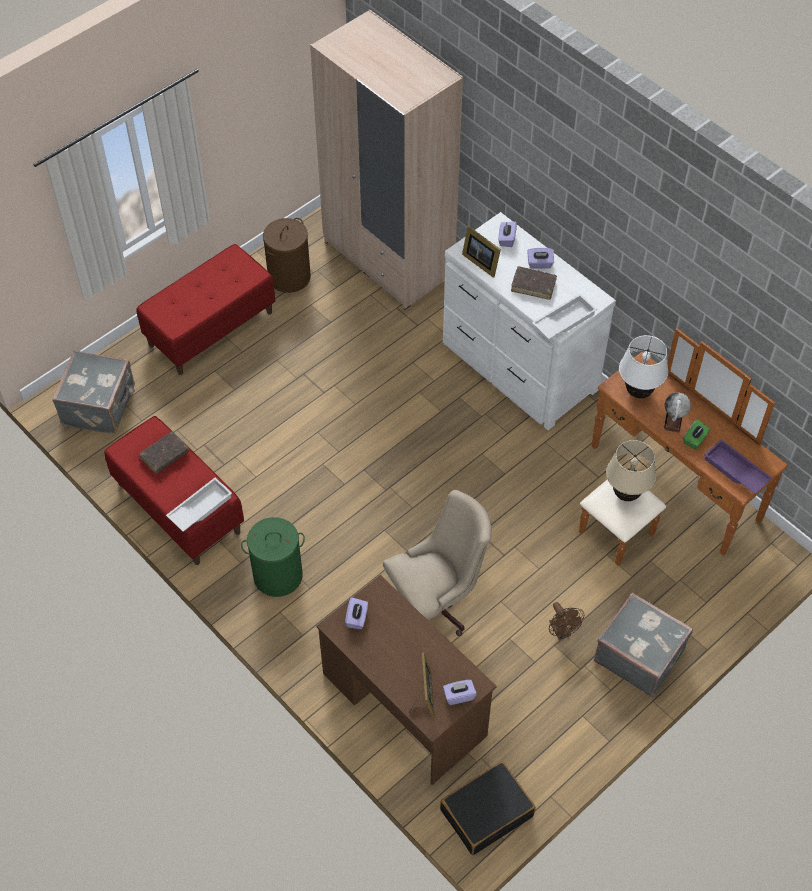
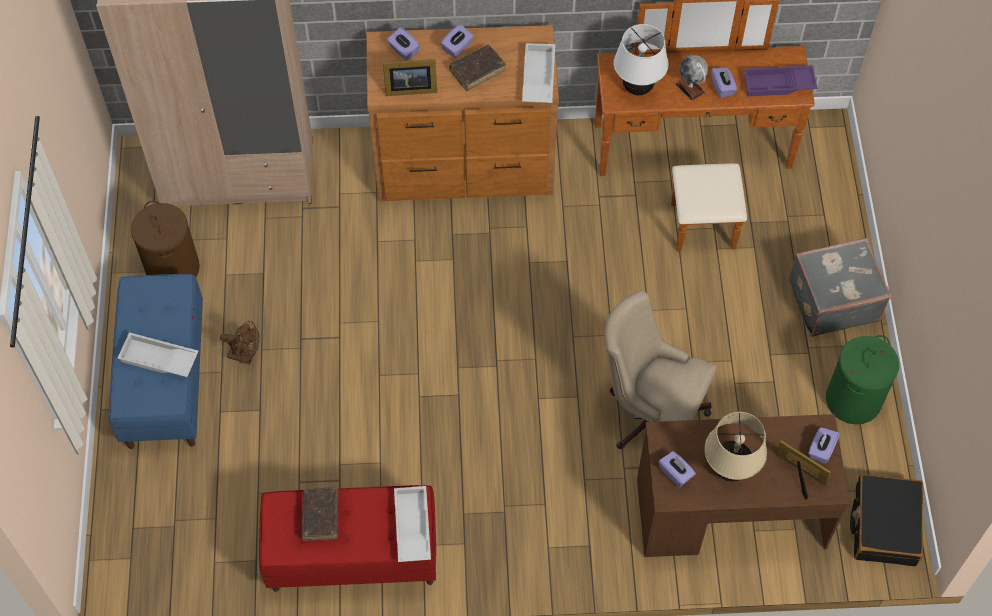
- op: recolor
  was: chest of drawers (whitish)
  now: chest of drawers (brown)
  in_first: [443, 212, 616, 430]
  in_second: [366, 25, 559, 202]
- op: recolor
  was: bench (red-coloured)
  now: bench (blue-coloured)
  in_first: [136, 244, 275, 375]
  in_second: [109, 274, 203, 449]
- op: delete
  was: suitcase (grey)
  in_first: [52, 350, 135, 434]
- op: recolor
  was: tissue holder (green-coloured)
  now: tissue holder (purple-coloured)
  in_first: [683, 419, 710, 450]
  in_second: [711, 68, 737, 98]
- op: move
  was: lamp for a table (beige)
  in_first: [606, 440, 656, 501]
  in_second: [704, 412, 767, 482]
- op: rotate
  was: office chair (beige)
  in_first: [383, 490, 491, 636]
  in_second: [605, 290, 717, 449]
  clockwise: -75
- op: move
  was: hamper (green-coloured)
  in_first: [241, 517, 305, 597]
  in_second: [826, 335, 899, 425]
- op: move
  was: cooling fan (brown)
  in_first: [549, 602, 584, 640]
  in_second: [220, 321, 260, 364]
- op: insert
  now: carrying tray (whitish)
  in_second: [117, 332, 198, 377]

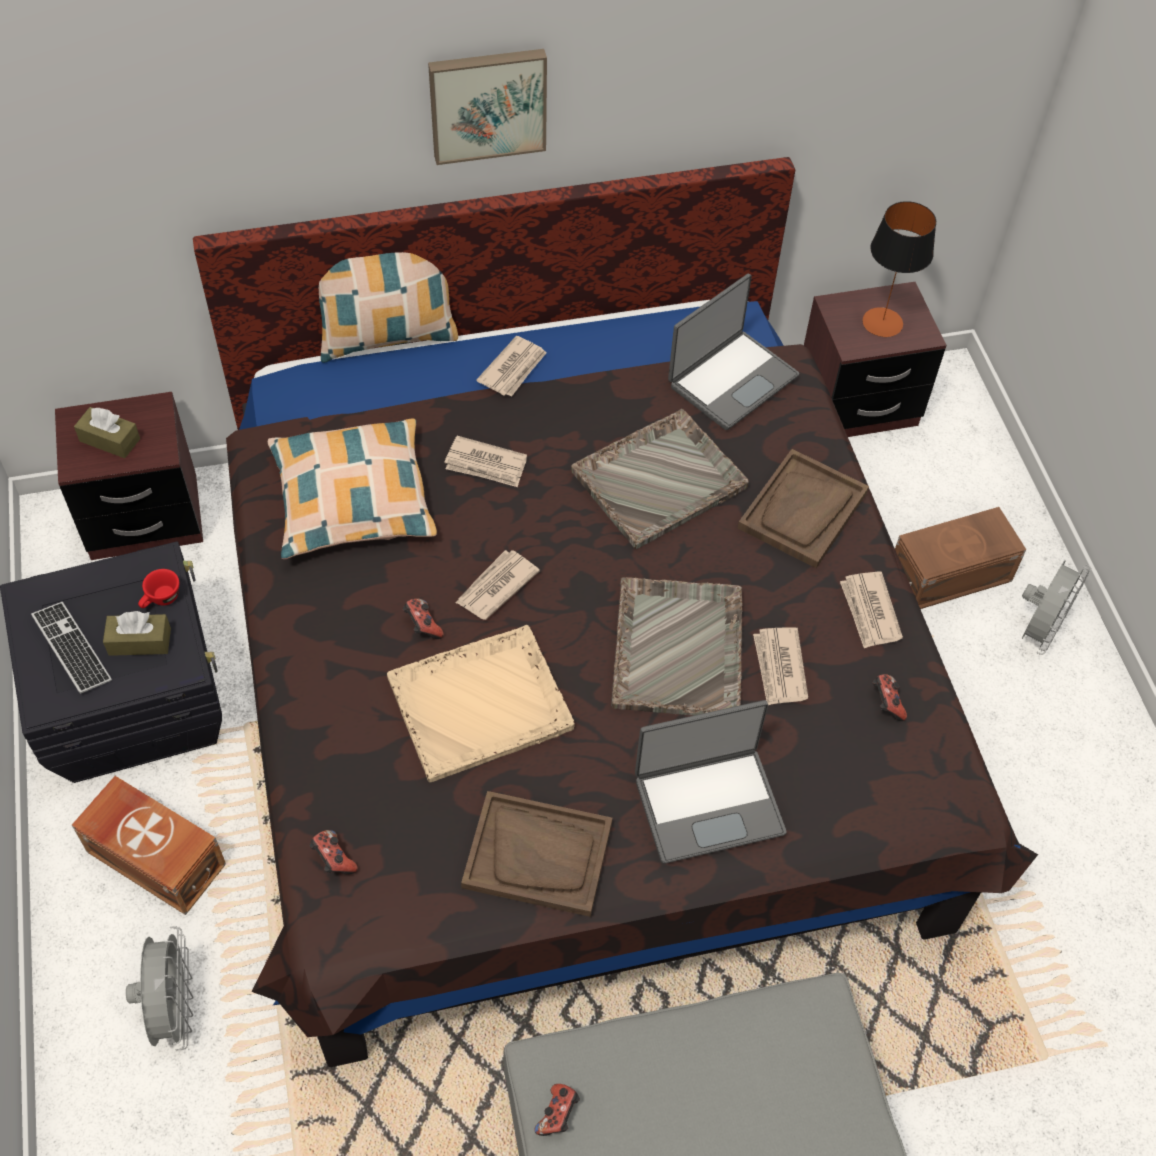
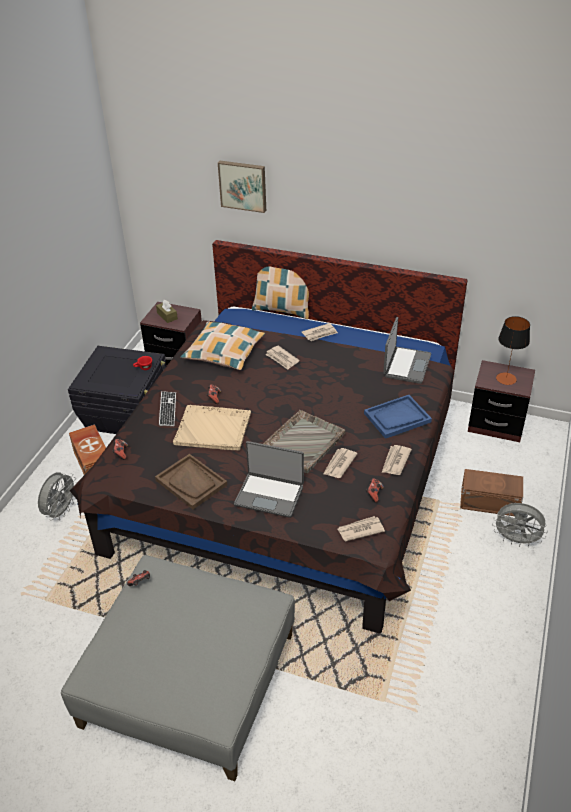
- op: move
  was: picture
  in_first: [428, 49, 547, 165]
  in_second: [218, 161, 266, 213]
- op: rotate
  was: notebook computer
  in_first: [668, 274, 799, 430]
  in_second: [383, 317, 431, 384]
  clockwise: -60
- op: delete
  was: carrying tray (grey)
  in_first: [571, 409, 749, 549]
- op: recolor
  was: carrying tray (brown)
  now: carrying tray (blue-coloured)
  in_first: [738, 449, 869, 568]
  in_second: [364, 395, 432, 439]
- op: move
  was: daily paper
  in_first: [456, 550, 540, 620]
  in_second: [338, 516, 385, 541]
- op: rotate
  was: cooling fan (grey)
  in_first: [1022, 560, 1091, 655]
  in_second: [492, 503, 548, 547]
  clockwise: 45
- op: move
  was: keyboard
  in_first: [31, 602, 112, 694]
  in_second: [159, 391, 176, 426]
- op: delete
  was: tissue holder (brown)
  in_first: [103, 611, 171, 656]

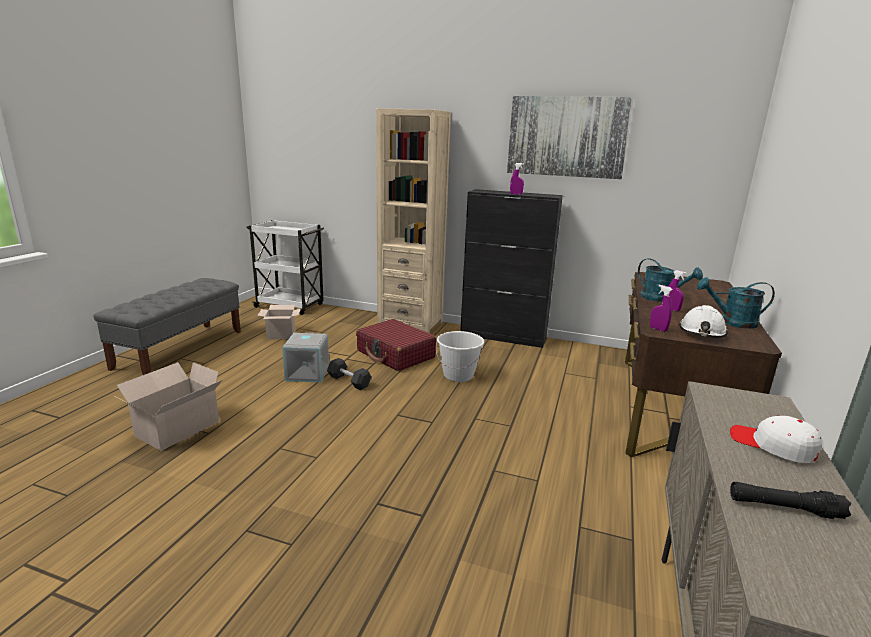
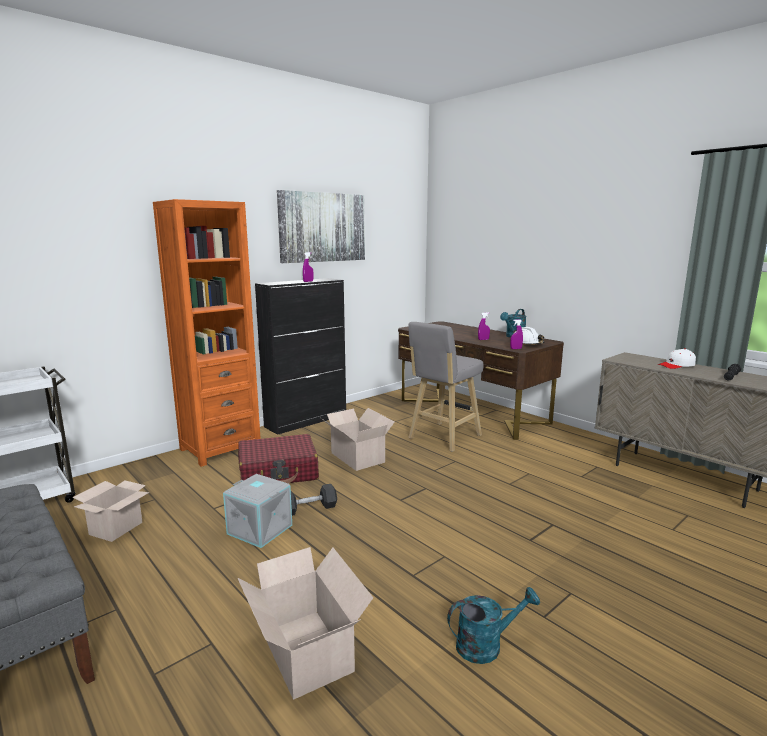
- op: recolor
  was: bookshelf (beige)
  now: bookshelf (orange)
  in_first: [376, 108, 451, 333]
  in_second: [153, 199, 261, 467]
- op: move
  was: sprinkling can (blue-green)
  in_first: [638, 258, 703, 302]
  in_second: [447, 587, 540, 664]
- op: replace
  was: water bucket (whitish)
  now: packing box
  in_first: [436, 331, 484, 382]
  in_second: [321, 408, 395, 471]
- op: insert
  now: stool (grey)
  in_second: [408, 322, 483, 452]

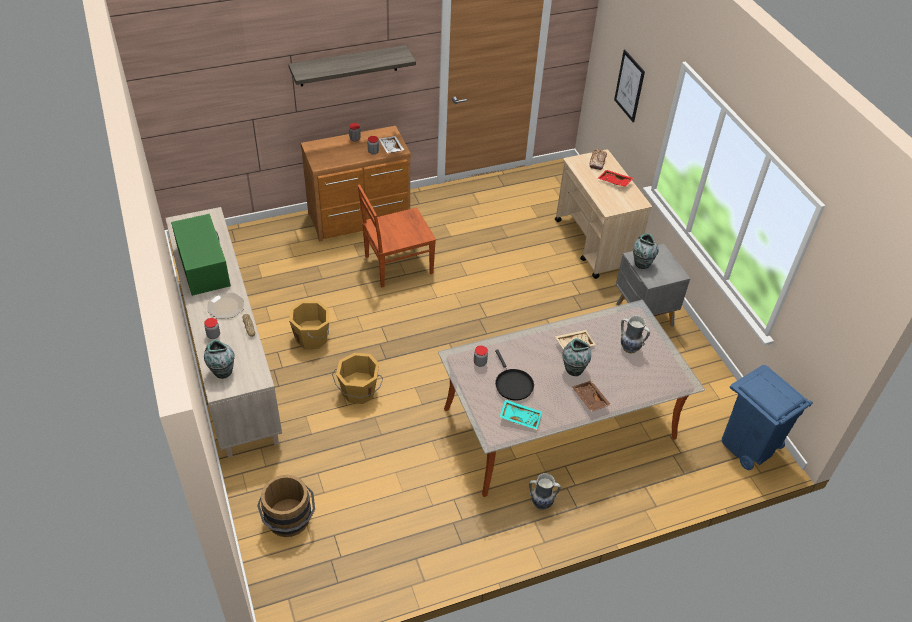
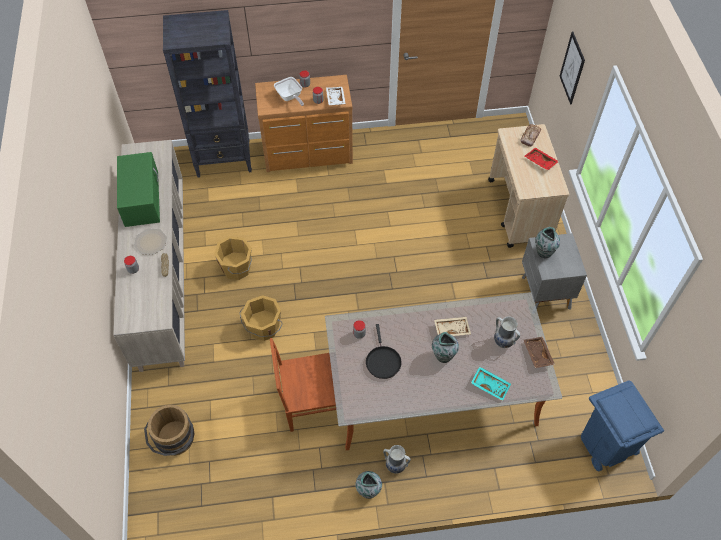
- op: delete
  was: bracket shelf
  in_first: [288, 45, 416, 86]
- op: move
  was: chair (brown)
  in_first: [358, 184, 436, 288]
  in_second: [270, 338, 336, 432]
- op: move
  was: vase
  in_first: [204, 339, 235, 379]
  in_second: [356, 471, 382, 499]
- op: move
  was: carrying tray (brown)
  in_first: [572, 381, 611, 412]
  in_second: [524, 337, 555, 368]
- op: move
  was: carrying tray (blue-green)
  in_first: [499, 399, 542, 430]
  in_second: [471, 366, 511, 401]
- op: insert
  now: bookshelf (blackish)
  in_second: [163, 10, 252, 178]
- op: insert
  now: pan
  in_second: [274, 77, 304, 106]

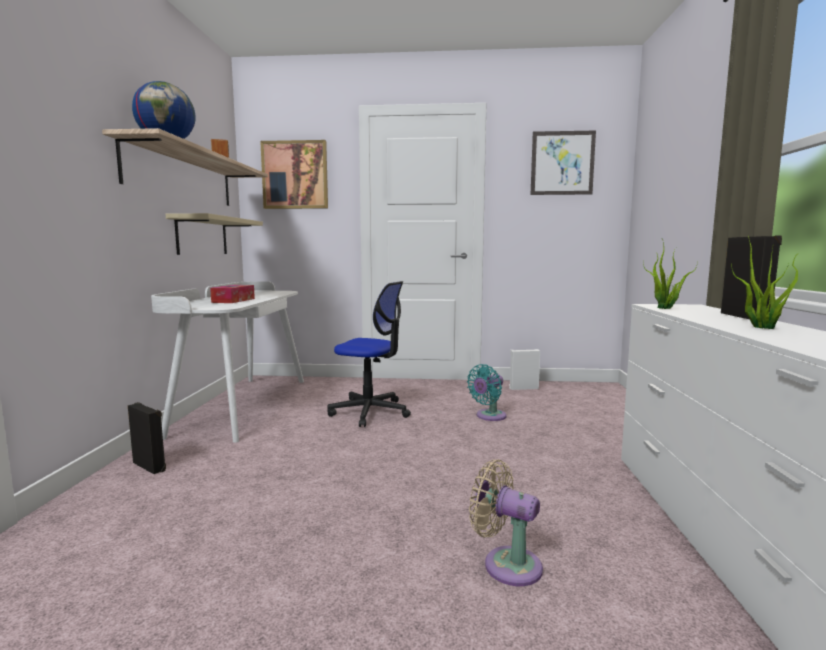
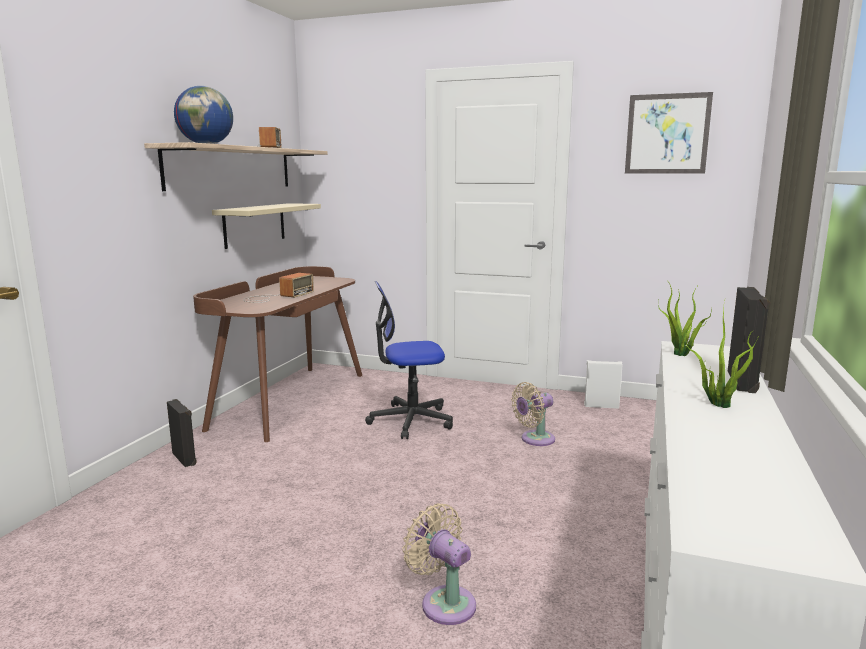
- op: delete
  was: picture
  in_first: [260, 140, 328, 209]
- op: recolor
  was: desk unit (whitish)
  now: desk unit (brown)
  in_first: [151, 281, 304, 443]
  in_second: [193, 266, 362, 442]
- op: rotate
  was: office chair
  in_first: [327, 281, 411, 427]
  in_second: [365, 281, 453, 439]
  clockwise: 135
- op: replace
  was: tissue holder
  now: radio set
  in_first: [210, 285, 255, 303]
  in_second: [243, 273, 314, 303]
- op: recolor
  was: cooling fan (blue-green)
  now: cooling fan (beige)
  in_first: [467, 364, 506, 421]
  in_second: [511, 382, 555, 446]

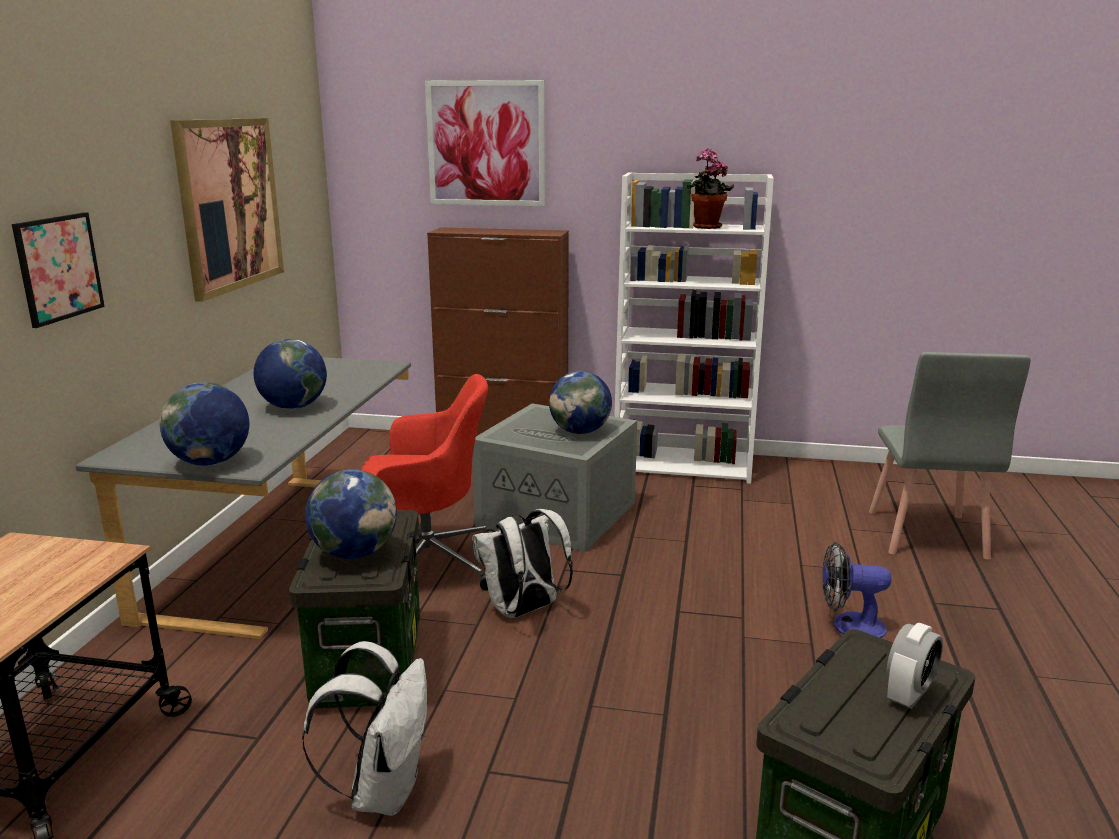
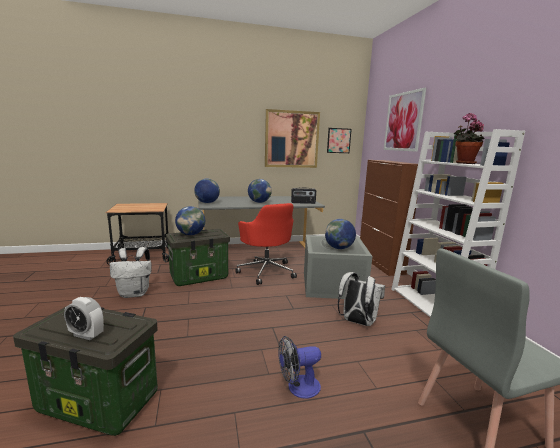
- op: move
  was: picture
  in_first: [12, 212, 105, 328]
  in_second: [327, 128, 352, 153]
- op: move
  was: rucksack (whitish)
  in_first: [472, 509, 573, 618]
  in_second: [338, 272, 385, 326]
- op: rotate
  was: cooling fan
  in_first: [822, 542, 891, 638]
  in_second: [278, 336, 321, 399]
  clockwise: -90
- op: insert
  now: radio set
  in_second: [291, 187, 316, 204]

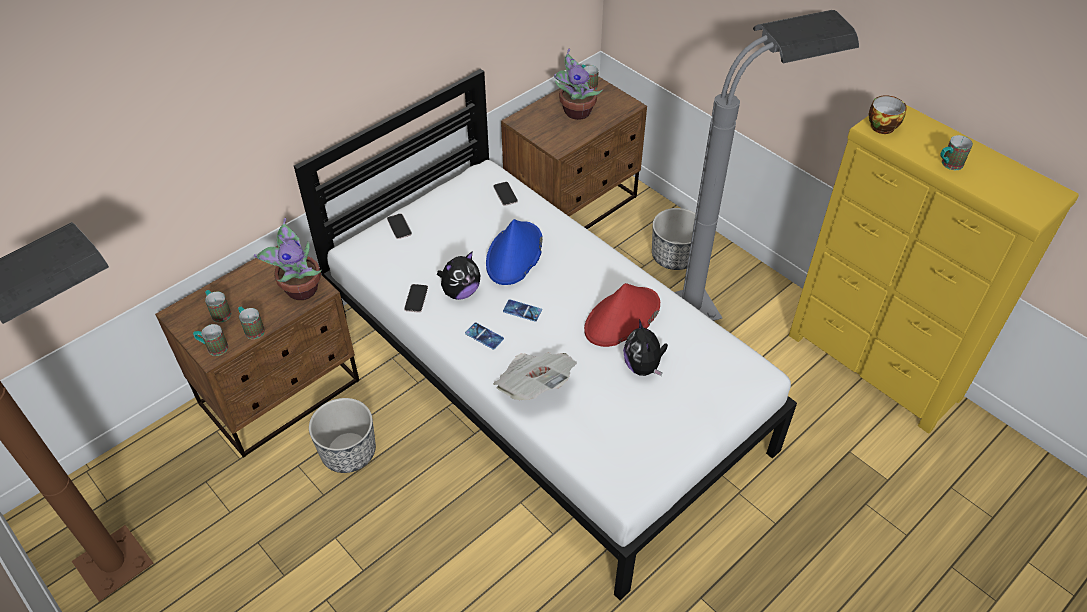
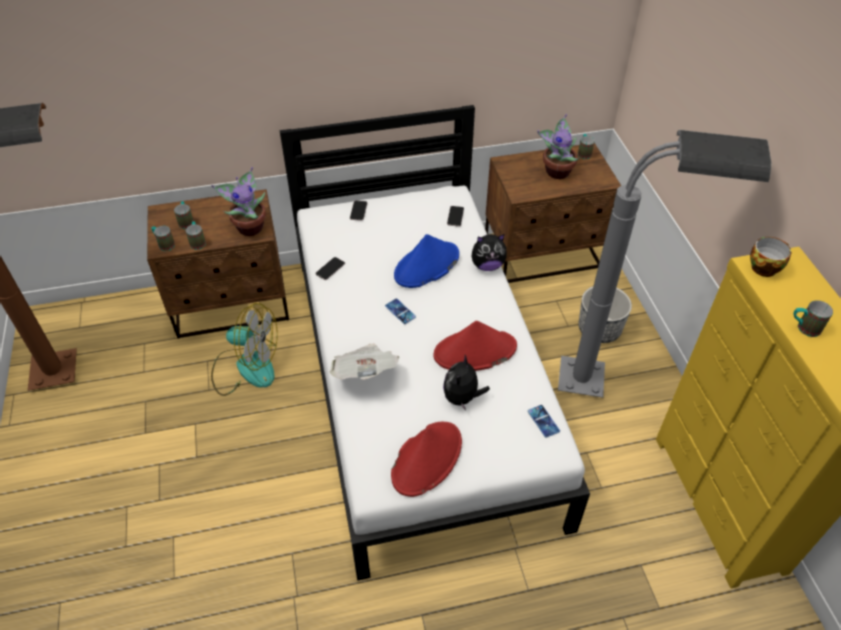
- op: move
  was: plush toy
  in_first: [437, 252, 480, 300]
  in_second: [472, 234, 507, 271]
- op: move
  was: telephone
  in_first: [465, 323, 504, 349]
  in_second: [528, 405, 560, 438]
- op: replace
  was: flower pot
  now: cooling fan
  in_first: [309, 398, 376, 473]
  in_second: [211, 303, 278, 396]
- op: insert
  now: clothing hat (red-coloured)
  in_second: [391, 422, 462, 497]

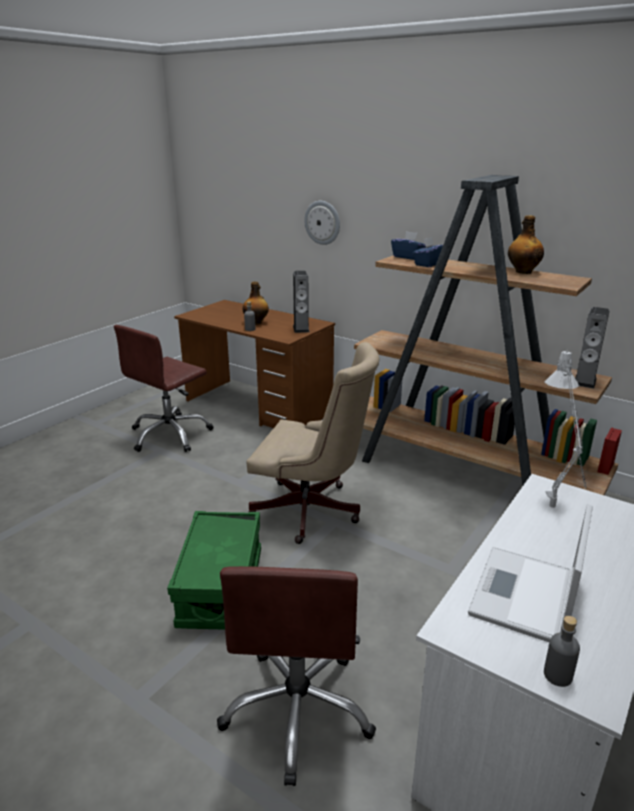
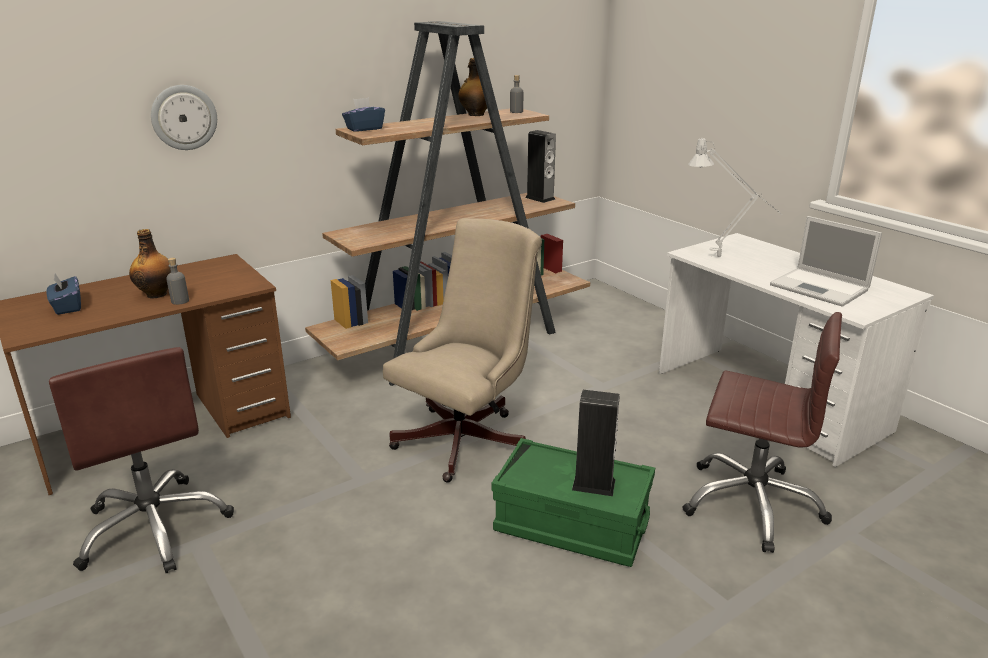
- op: move
  was: tissue holder (blue-coloured)
  in_first: [413, 237, 443, 267]
  in_second: [46, 274, 81, 315]
- op: move
  was: loudspeaker
  in_first: [293, 271, 309, 333]
  in_second: [572, 390, 620, 496]
- op: move
  was: drink bottle (grey)
  in_first: [544, 616, 580, 687]
  in_second: [510, 75, 523, 113]

